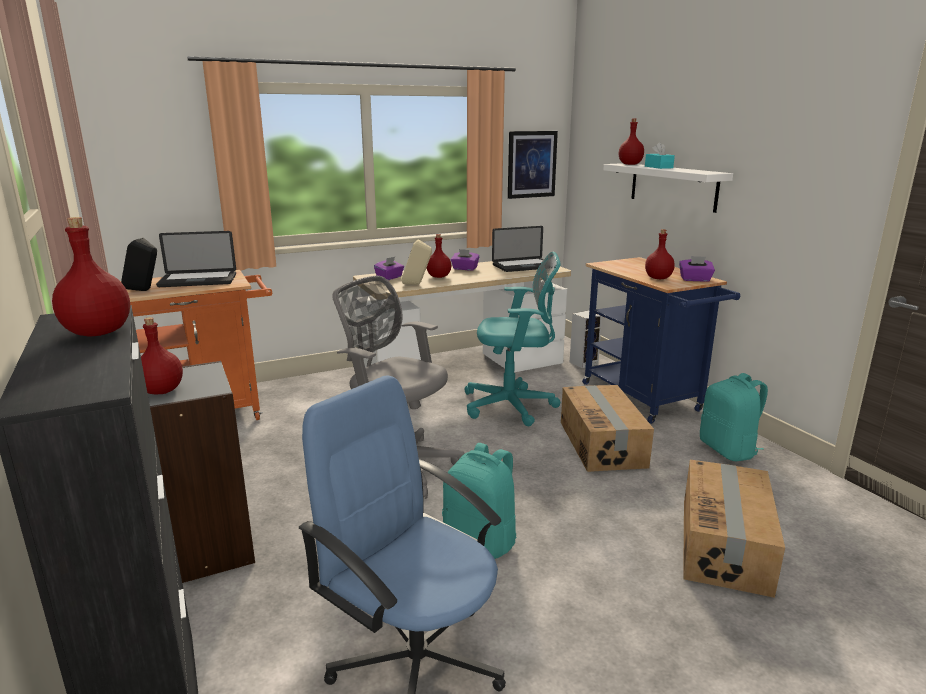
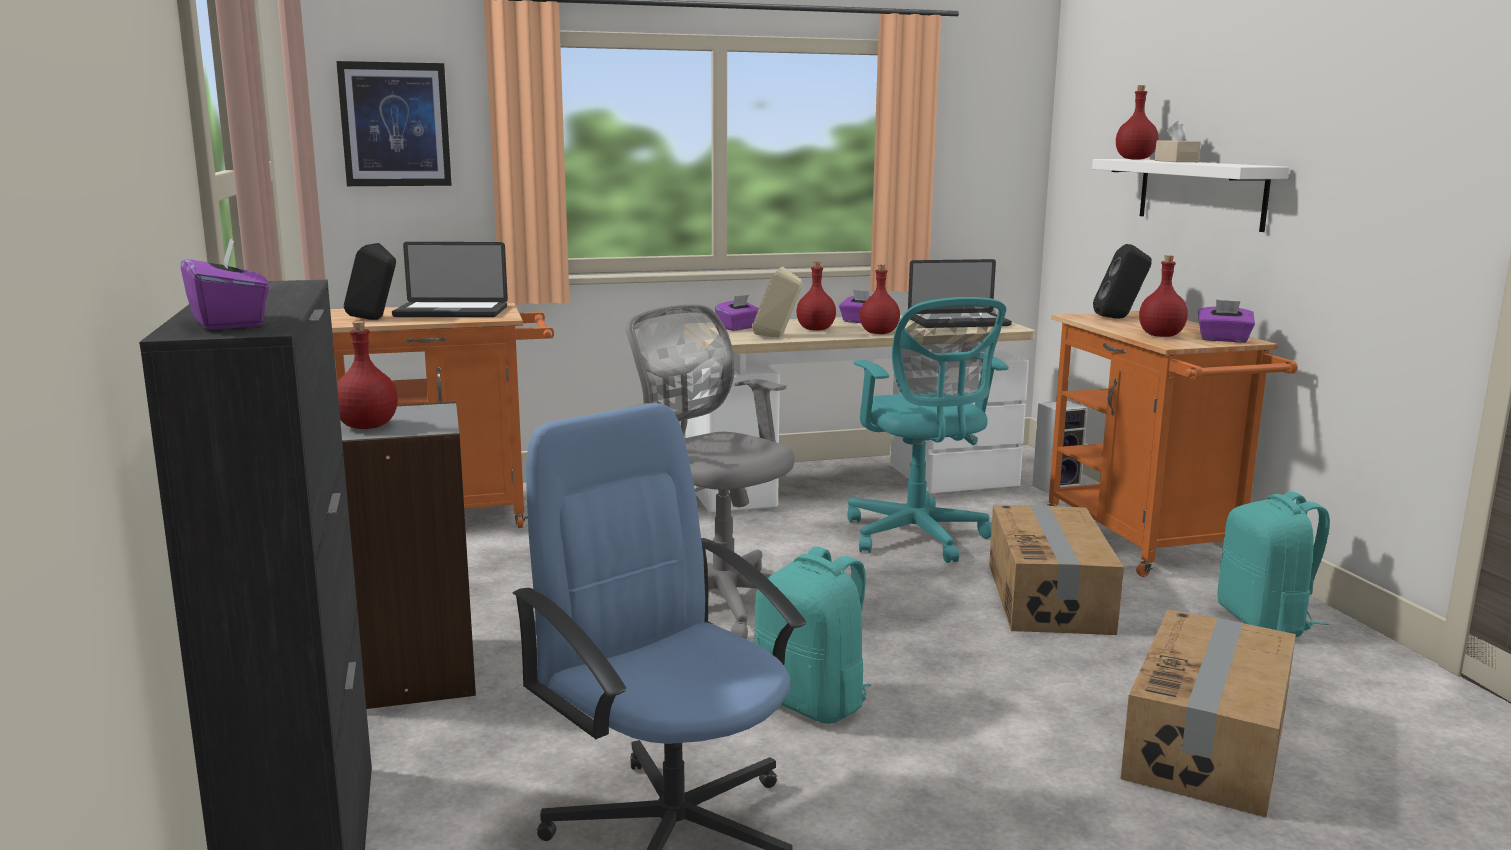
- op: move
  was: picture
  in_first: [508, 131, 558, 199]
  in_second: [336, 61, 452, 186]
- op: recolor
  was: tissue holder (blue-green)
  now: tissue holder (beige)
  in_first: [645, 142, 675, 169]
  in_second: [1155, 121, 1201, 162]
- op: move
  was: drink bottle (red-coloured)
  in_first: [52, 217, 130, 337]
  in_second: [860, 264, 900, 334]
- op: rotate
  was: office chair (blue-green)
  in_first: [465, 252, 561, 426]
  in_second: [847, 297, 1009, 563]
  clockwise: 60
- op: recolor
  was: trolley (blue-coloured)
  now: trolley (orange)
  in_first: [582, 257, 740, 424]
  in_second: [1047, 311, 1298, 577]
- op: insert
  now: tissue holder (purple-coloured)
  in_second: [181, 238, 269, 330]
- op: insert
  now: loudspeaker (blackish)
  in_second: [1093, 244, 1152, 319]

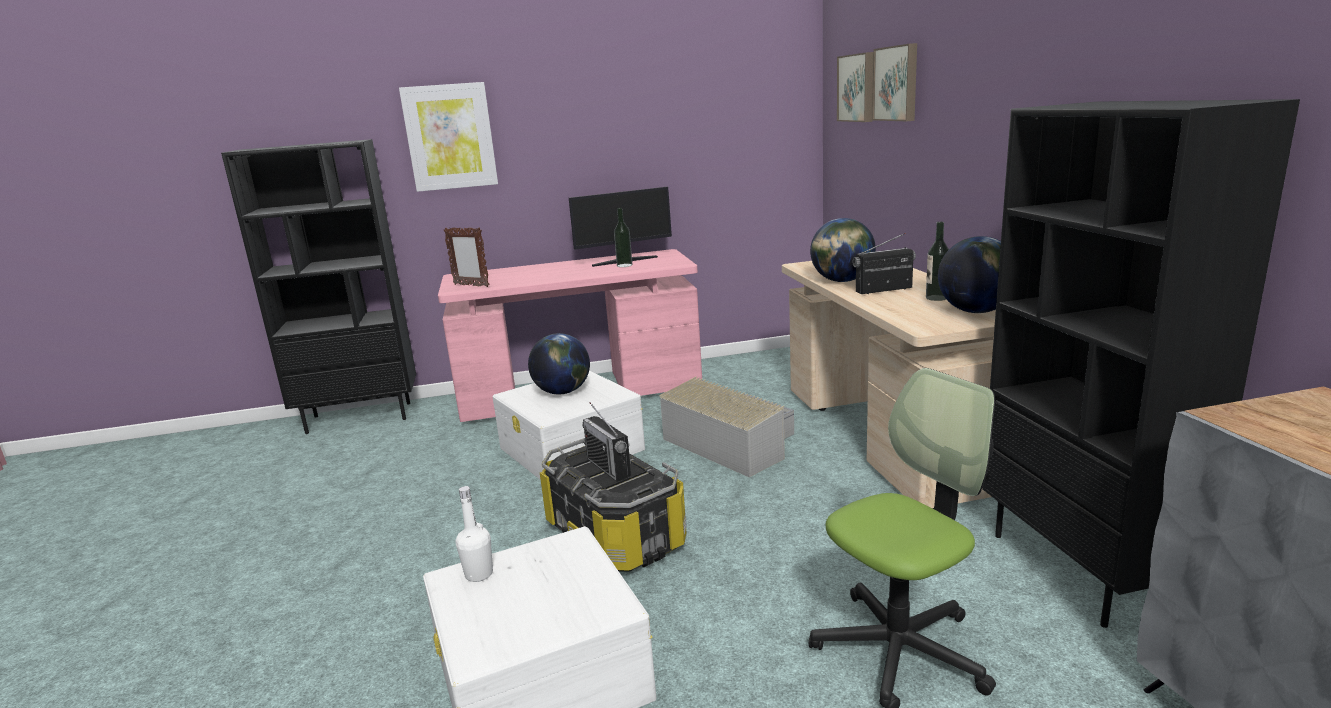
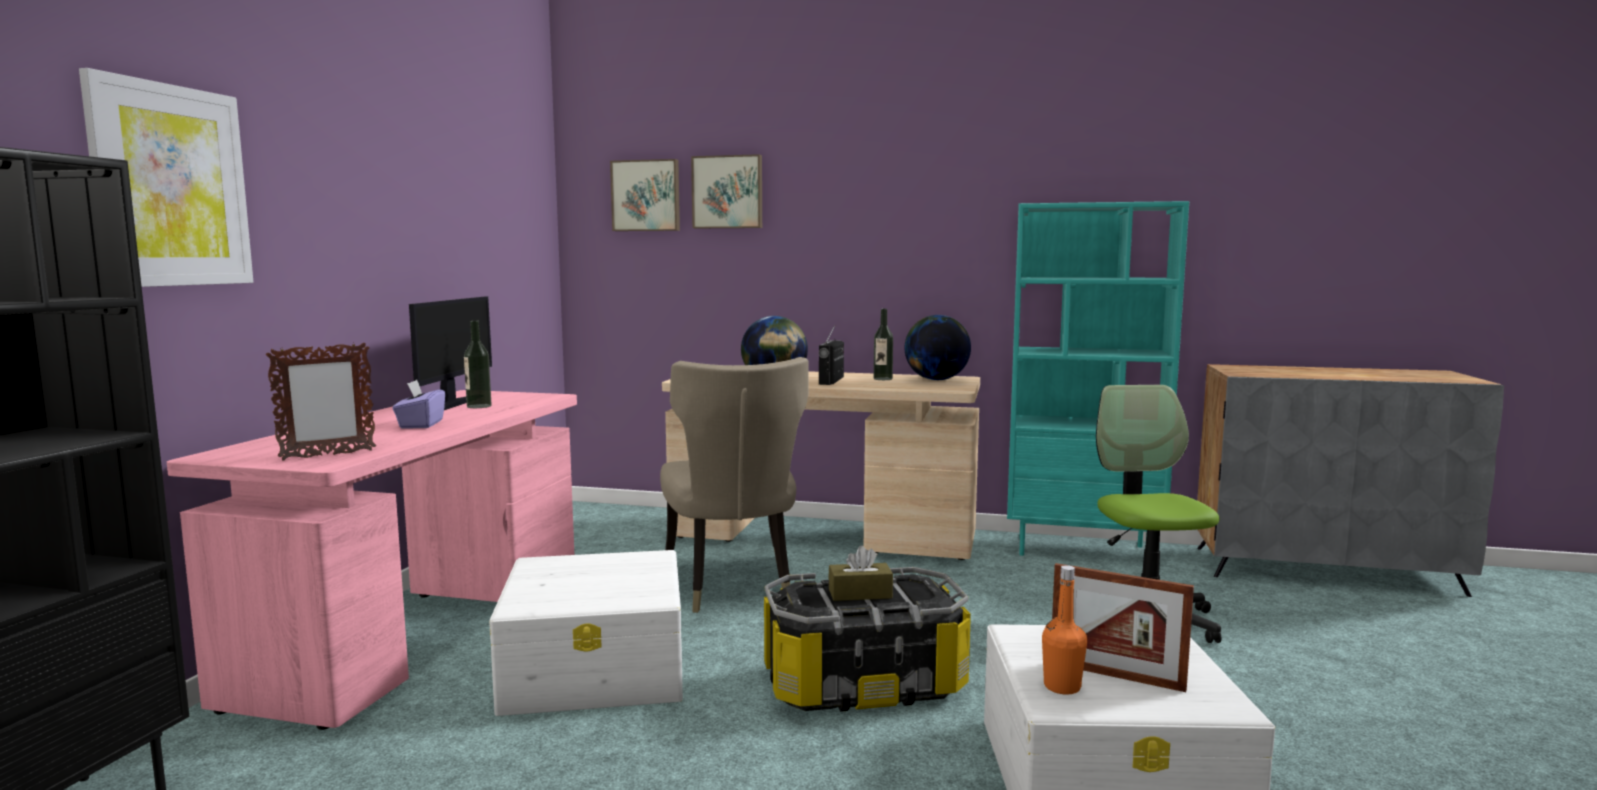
- op: recolor
  was: bookshelf (blackish)
  now: bookshelf (blue-green)
  in_first: [982, 99, 1300, 628]
  in_second: [1007, 201, 1189, 556]
- op: delete
  was: desk globe
  in_first: [528, 333, 590, 394]
- op: replace
  was: storage container (grey)
  now: chair (beige)
  in_first: [659, 376, 794, 477]
  in_second: [660, 357, 809, 613]
- op: replace
  was: radio set
  now: tissue holder (brown)
  in_first: [582, 402, 631, 482]
  in_second: [828, 545, 893, 601]
- op: recolor
  was: drink bottle (whitish)
  now: drink bottle (orange)
  in_first: [456, 486, 493, 582]
  in_second: [1042, 565, 1087, 695]
- op: insert
  now: tissue holder (purple-coloured)
  in_second: [392, 380, 445, 429]
- op: insert
  now: standing frame
  in_second: [1052, 563, 1194, 692]

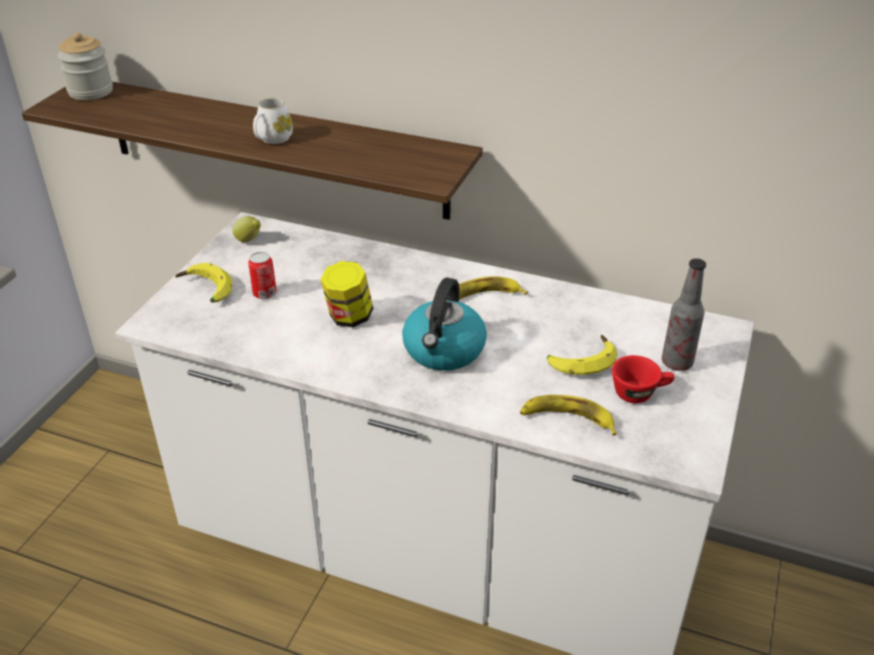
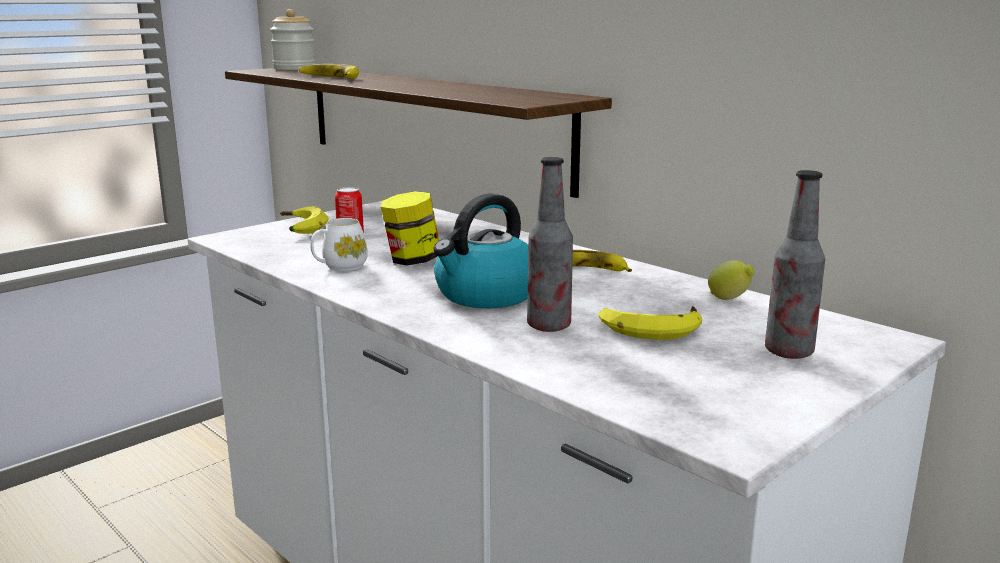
- op: move
  was: coffee mug (whitish)
  in_first: [253, 98, 293, 144]
  in_second: [310, 218, 368, 271]
- op: move
  was: lemon
  in_first: [232, 216, 261, 242]
  in_second: [708, 260, 755, 300]
- op: delete
  was: drinking cup (red-coloured)
  in_first: [612, 355, 675, 403]
- op: move
  was: whole banana
  in_first: [520, 395, 617, 436]
  in_second: [299, 64, 359, 79]
- op: insert
  now: drink bottle
  in_second: [527, 157, 573, 332]

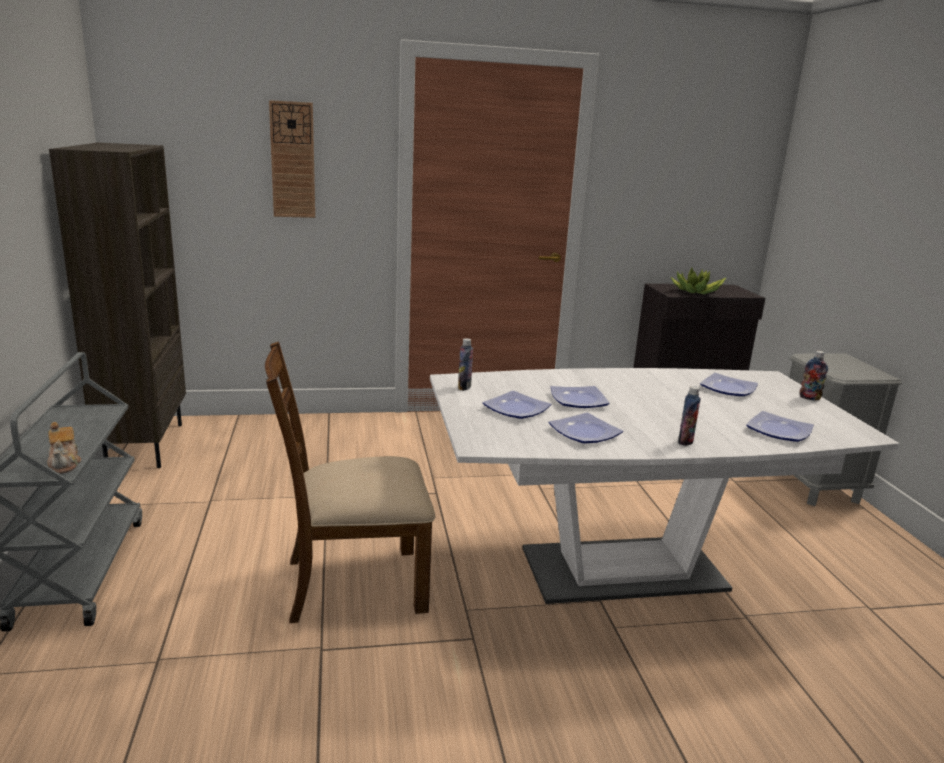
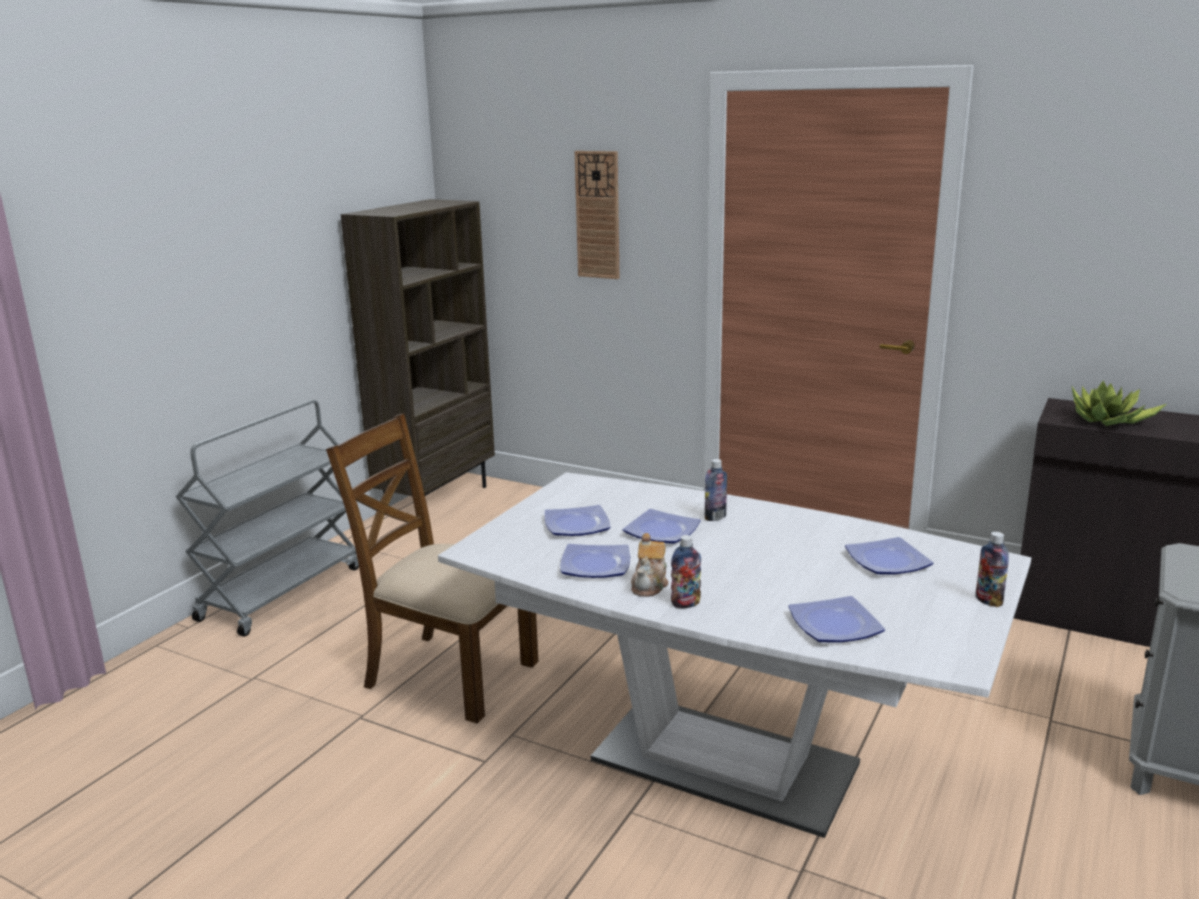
- op: move
  was: drink bottle
  in_first: [458, 338, 473, 391]
  in_second: [705, 459, 727, 521]
- op: move
  was: pot for tea
  in_first: [47, 422, 81, 474]
  in_second: [631, 533, 669, 597]

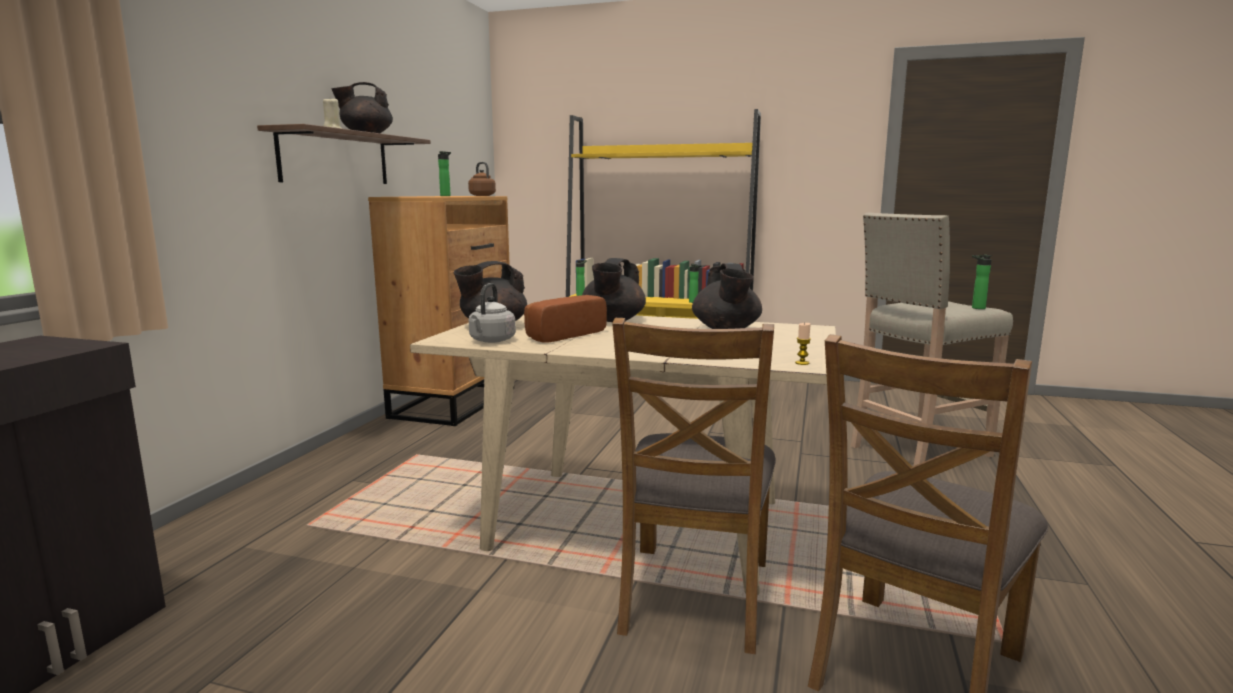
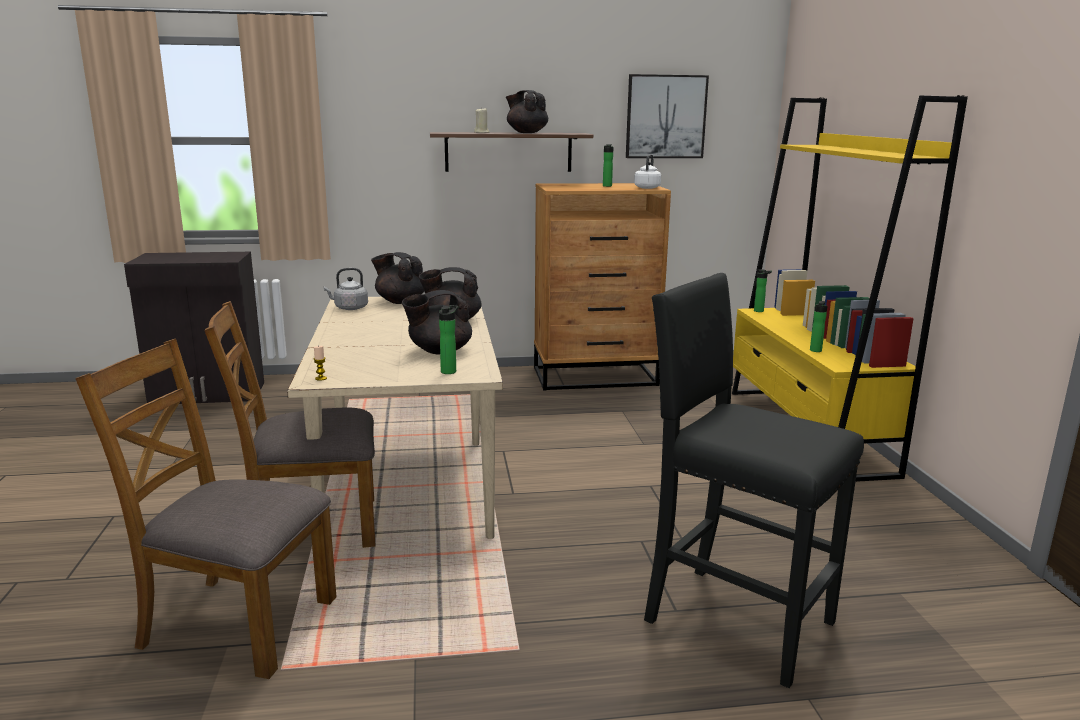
- op: recolor
  was: kettle (brown)
  now: kettle (whitish)
  in_first: [468, 162, 496, 196]
  in_second: [634, 154, 661, 189]
- op: recolor
  was: stool (beige)
  now: stool (blackish)
  in_first: [851, 212, 1013, 466]
  in_second: [644, 273, 864, 688]
- op: move
  was: drink bottle
  in_first: [972, 255, 992, 309]
  in_second: [439, 305, 458, 374]
- op: delete
  was: baked bread
  in_first: [524, 295, 607, 343]
- op: insert
  now: picture
  in_second: [626, 74, 709, 158]

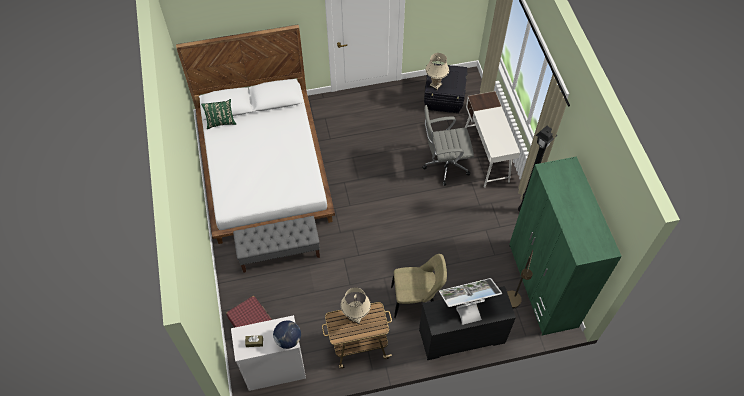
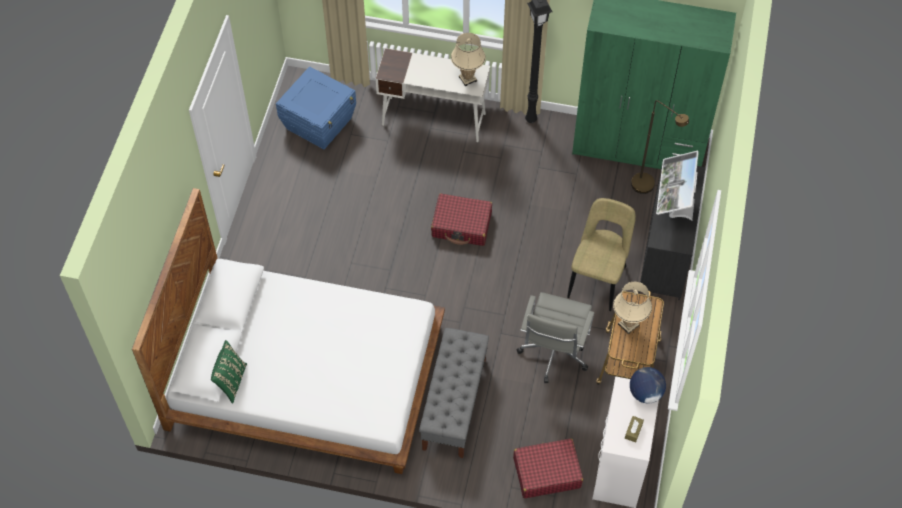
- op: move
  was: lamp for a table (beige)
  in_first: [426, 53, 449, 90]
  in_second: [451, 33, 486, 86]
- op: recolor
  was: storage container (blackish)
  now: storage container (blue-coloured)
  in_first: [424, 63, 468, 113]
  in_second: [276, 66, 356, 149]
- op: move
  was: office chair (grey)
  in_first: [422, 105, 474, 186]
  in_second: [517, 292, 595, 383]
- op: insert
  now: suitcase (red-coloured)
  in_second: [431, 193, 492, 246]

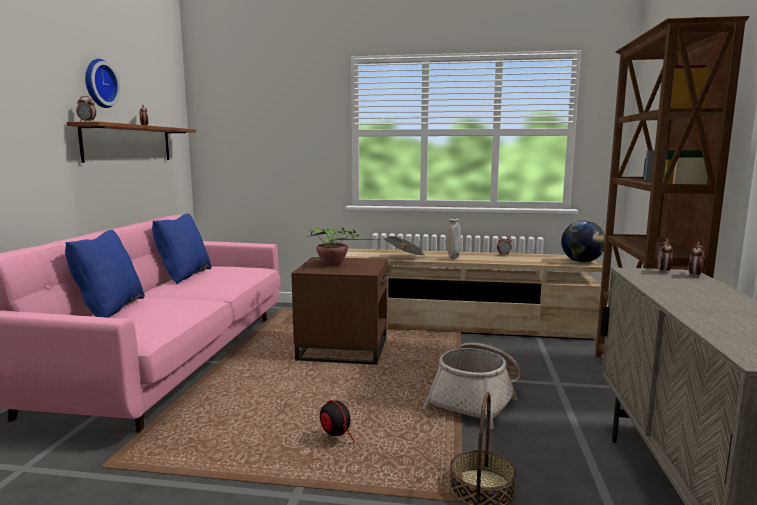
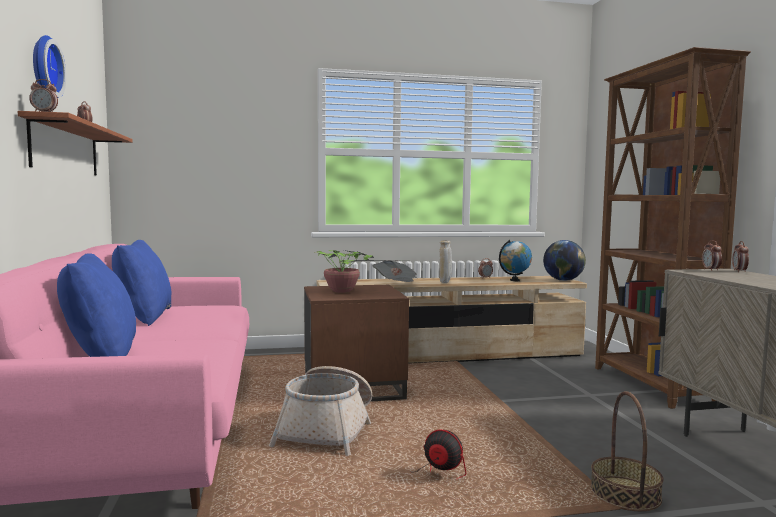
- op: move
  was: basket
  in_first: [423, 342, 521, 429]
  in_second: [269, 366, 372, 456]
- op: insert
  now: desk globe
  in_second: [499, 240, 532, 281]

